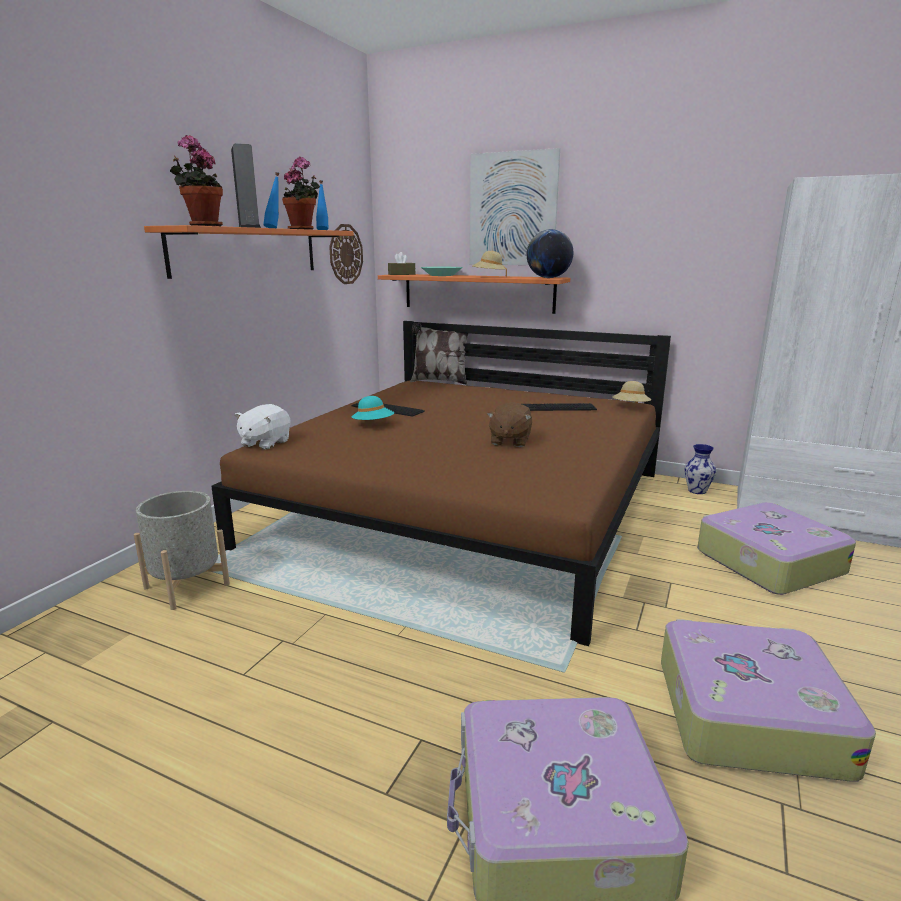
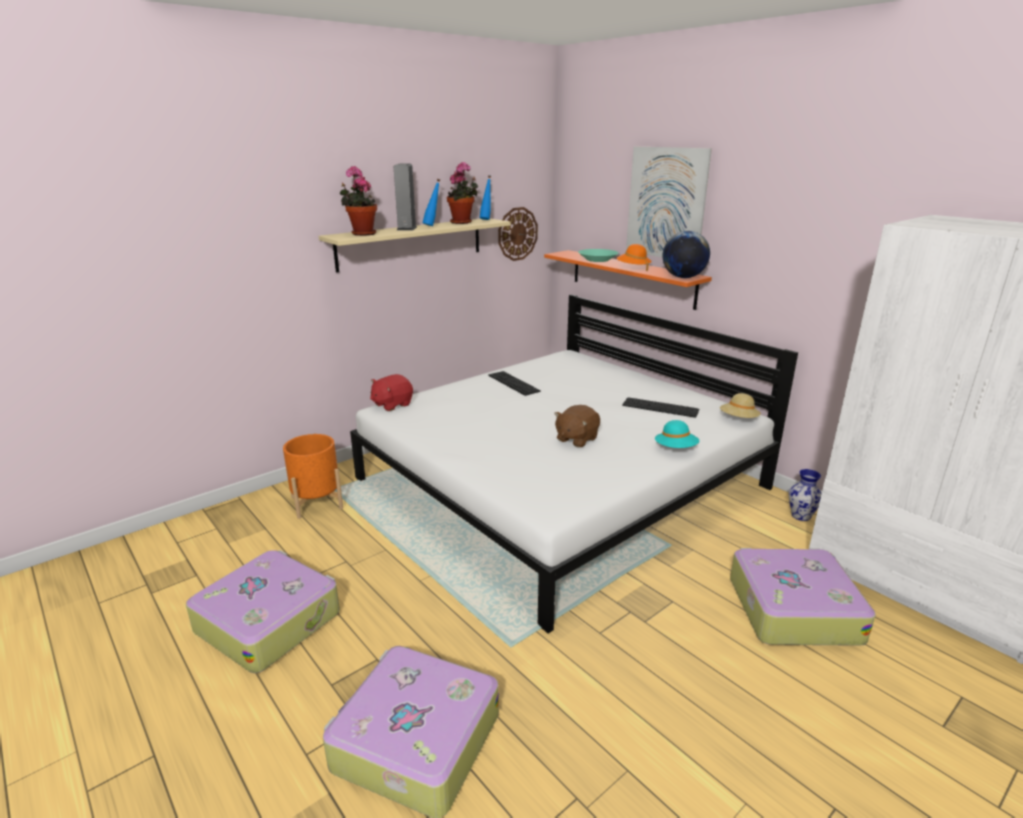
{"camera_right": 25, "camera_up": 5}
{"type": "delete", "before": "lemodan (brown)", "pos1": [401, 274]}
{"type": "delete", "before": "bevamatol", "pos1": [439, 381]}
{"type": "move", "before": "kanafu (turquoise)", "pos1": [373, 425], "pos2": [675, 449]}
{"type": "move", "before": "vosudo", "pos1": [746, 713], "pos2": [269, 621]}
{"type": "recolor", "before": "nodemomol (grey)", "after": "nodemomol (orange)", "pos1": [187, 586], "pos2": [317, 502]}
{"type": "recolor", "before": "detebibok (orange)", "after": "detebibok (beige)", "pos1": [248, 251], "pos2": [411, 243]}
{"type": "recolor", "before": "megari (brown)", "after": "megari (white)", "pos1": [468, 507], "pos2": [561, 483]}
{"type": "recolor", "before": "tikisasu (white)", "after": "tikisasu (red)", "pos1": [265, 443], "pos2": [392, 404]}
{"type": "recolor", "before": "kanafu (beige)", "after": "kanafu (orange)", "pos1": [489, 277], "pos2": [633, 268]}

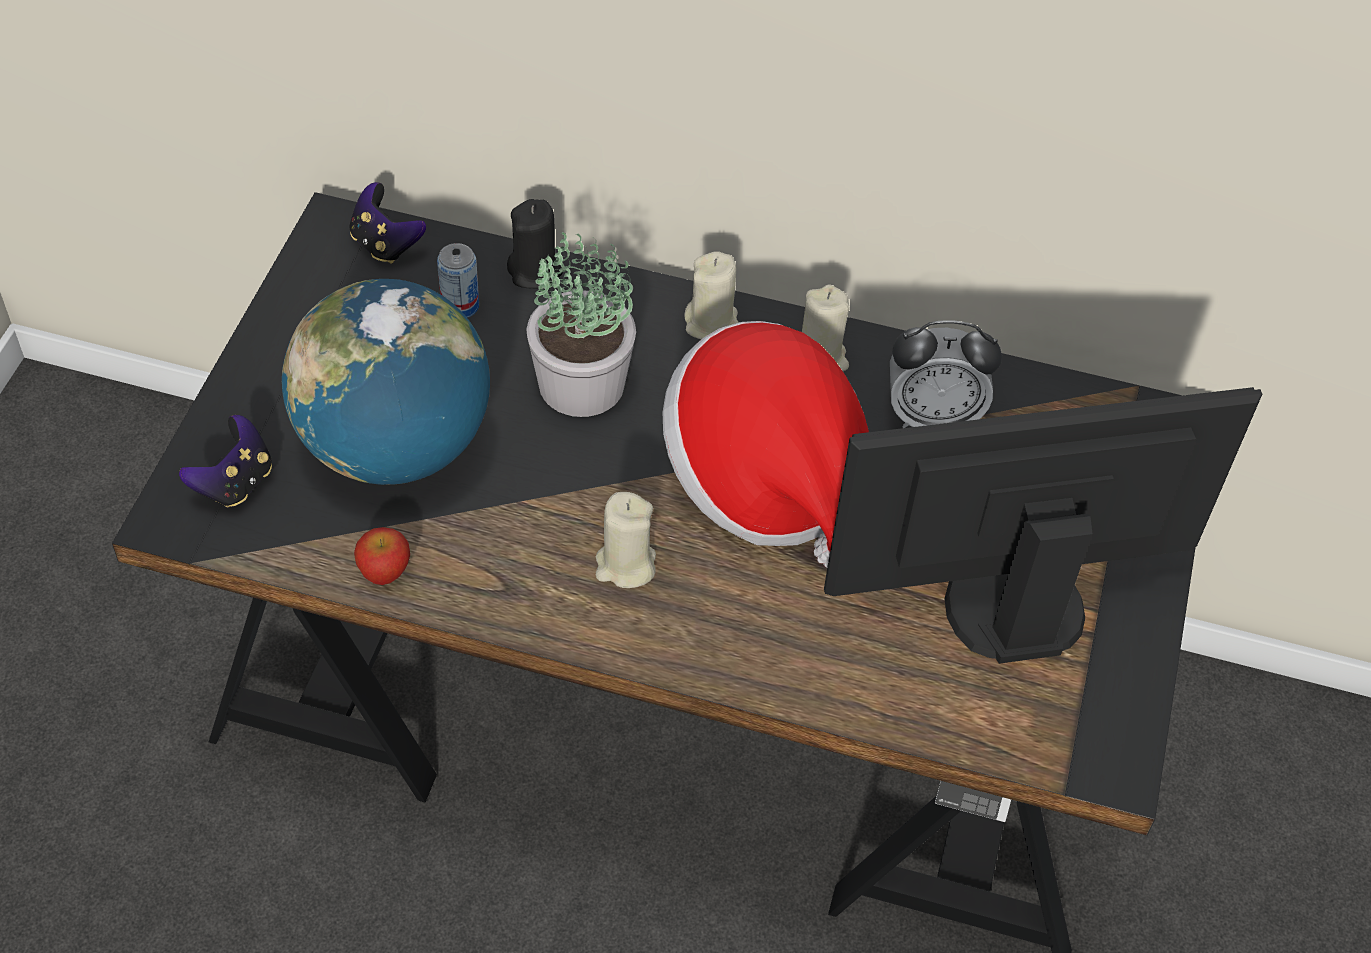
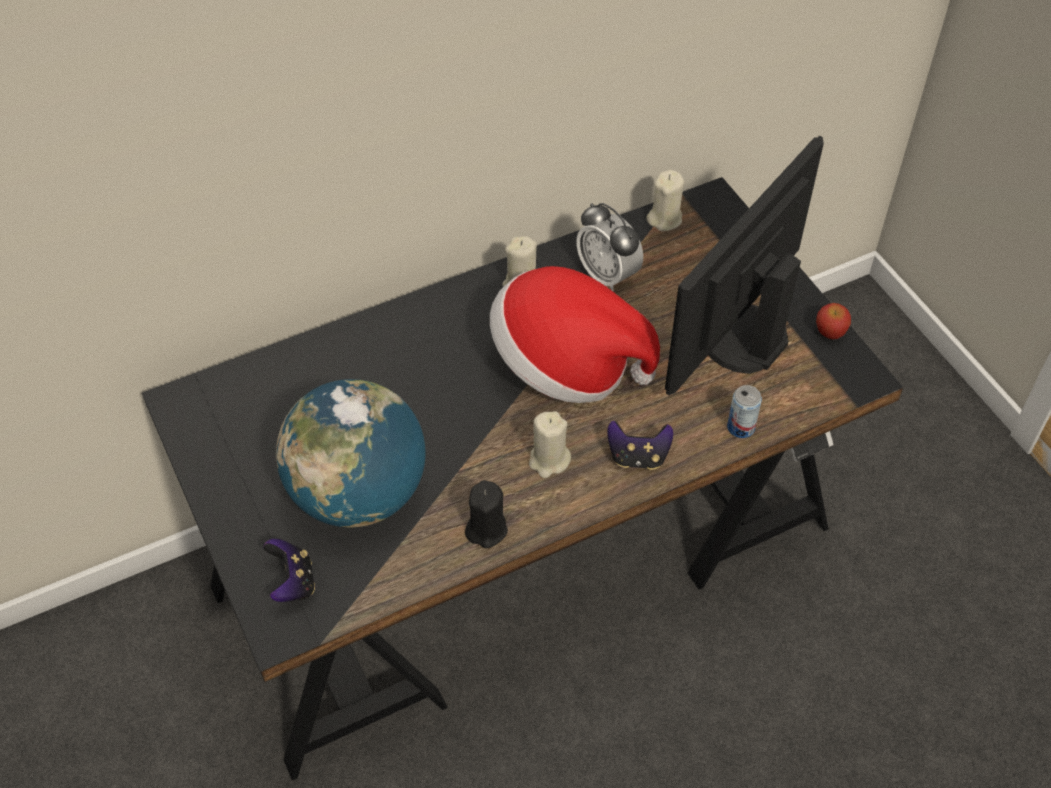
{"camera_right": -40, "camera_up": 0}
{"type": "delete", "before": "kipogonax", "pos1": [580, 385]}
{"type": "move", "before": "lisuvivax", "pos1": [385, 244], "pos2": [638, 457]}
{"type": "move", "before": "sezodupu", "pos1": [385, 571], "pos2": [830, 332]}
{"type": "move", "before": "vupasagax", "pos1": [460, 306], "pos2": [741, 427]}
{"type": "move", "before": "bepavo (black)", "pos1": [535, 271], "pos2": [486, 529]}
{"type": "move", "before": "bepavo (beige)", "pos1": [712, 323], "pos2": [664, 219]}
{"type": "rotate", "before": "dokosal", "pos1": [932, 416], "pos2": [607, 275], "turn": 90}

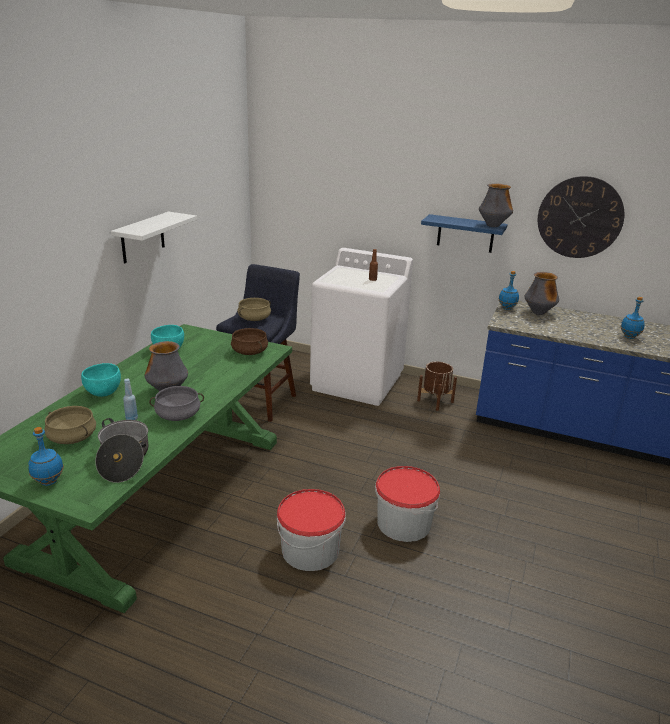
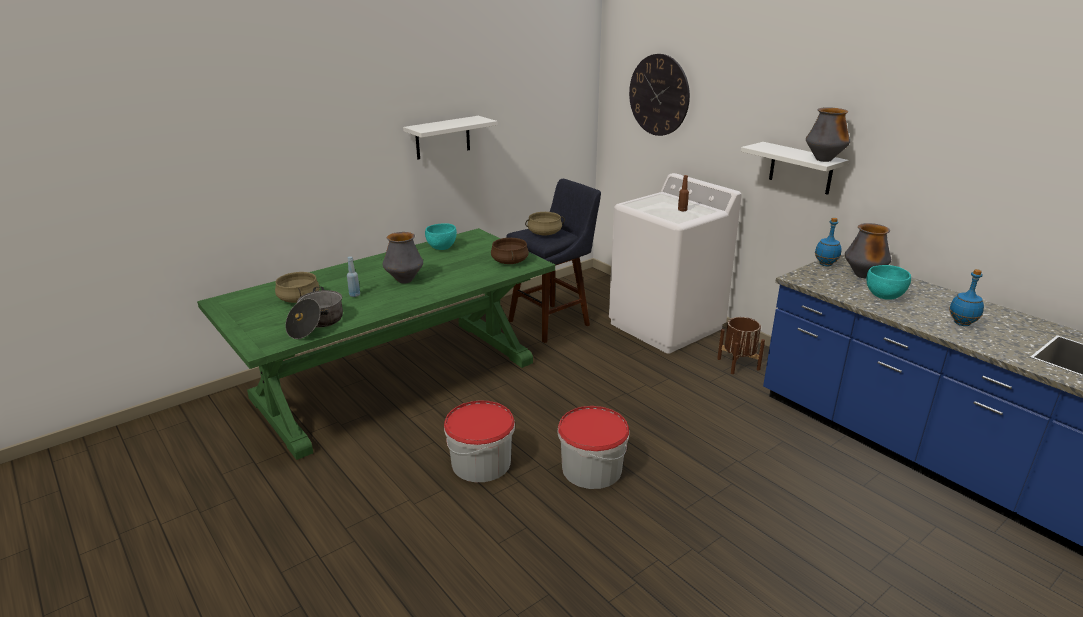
{"camera_right": 30, "camera_up": 0}
{"type": "delete", "before": "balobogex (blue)", "pos1": [48, 481]}
{"type": "delete", "before": "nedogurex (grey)", "pos1": [178, 415]}
{"type": "move", "before": "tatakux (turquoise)", "pos1": [103, 393], "pos2": [884, 296]}
{"type": "move", "before": "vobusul", "pos1": [580, 217], "pos2": [659, 95]}
{"type": "recolor", "before": "detebibok (blue)", "after": "detebibok (white)", "pos1": [465, 233], "pos2": [801, 168]}

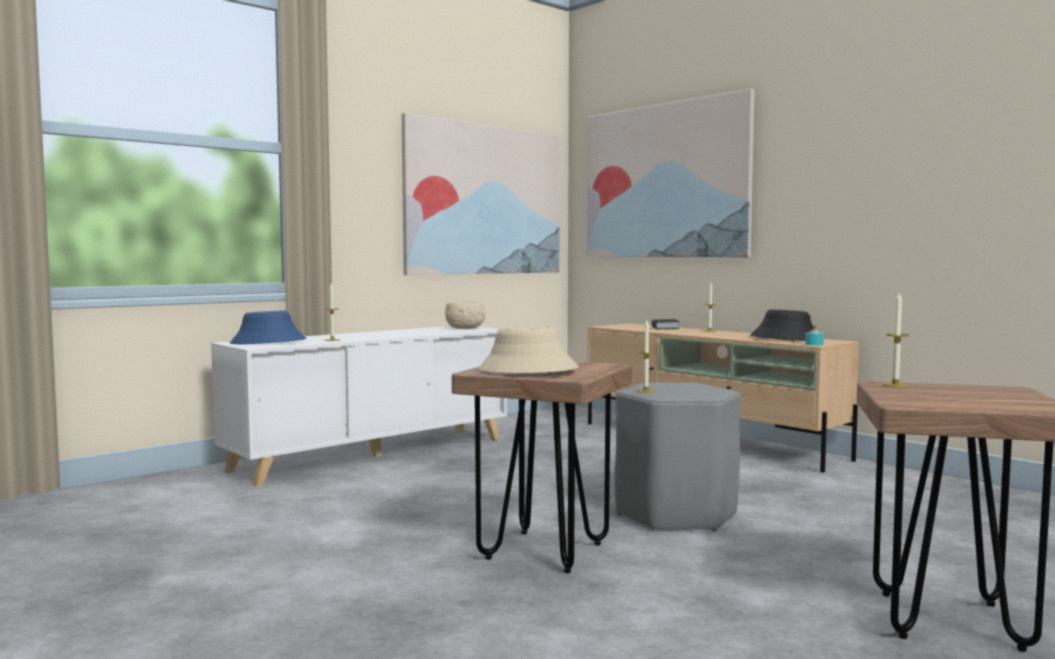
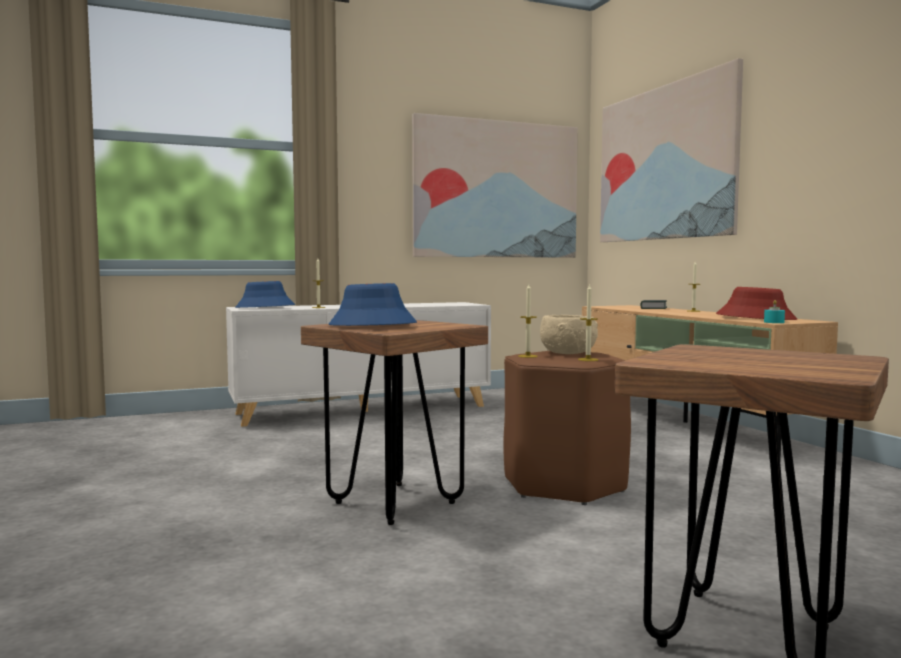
{"camera_right": 20, "camera_up": 0}
{"type": "move", "before": "tatakux (beige)", "pos1": [465, 328], "pos2": [568, 353]}
{"type": "move", "before": "bepavo", "pos1": [895, 385], "pos2": [588, 359]}
{"type": "recolor", "before": "kanafu (beige)", "after": "kanafu (blue)", "pos1": [527, 370], "pos2": [372, 326]}
{"type": "recolor", "before": "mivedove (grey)", "after": "mivedove (brown)", "pos1": [676, 514], "pos2": [564, 485]}
{"type": "recolor", "before": "kanafu (black)", "after": "kanafu (red)", "pos1": [786, 339], "pos2": [755, 318]}

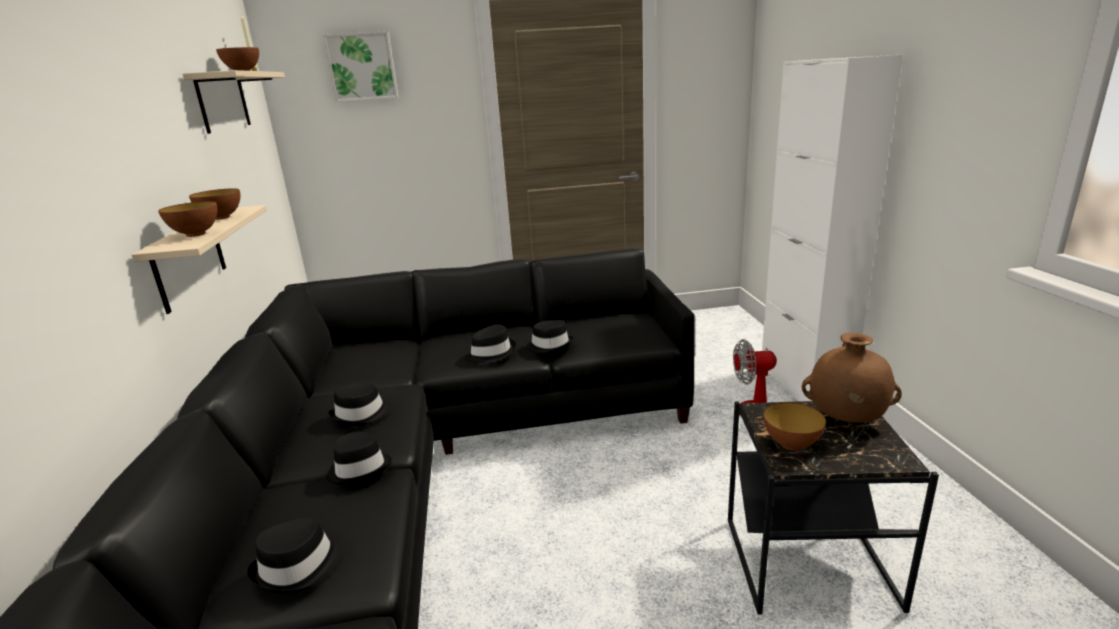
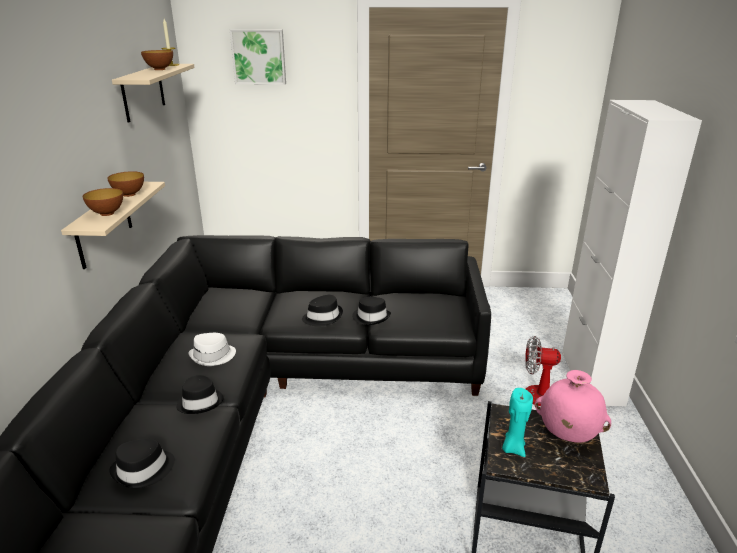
{"camera_right": 10, "camera_up": 5}
{"type": "replace", "before": "tatakux", "after": "bepavo (turquoise)", "pos1": [791, 444], "pos2": [513, 448]}
{"type": "recolor", "before": "kanafu (black)", "after": "kanafu (white)", "pos1": [361, 414], "pos2": [213, 356]}
{"type": "recolor", "before": "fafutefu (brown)", "after": "fafutefu (pink)", "pos1": [845, 420], "pos2": [566, 435]}

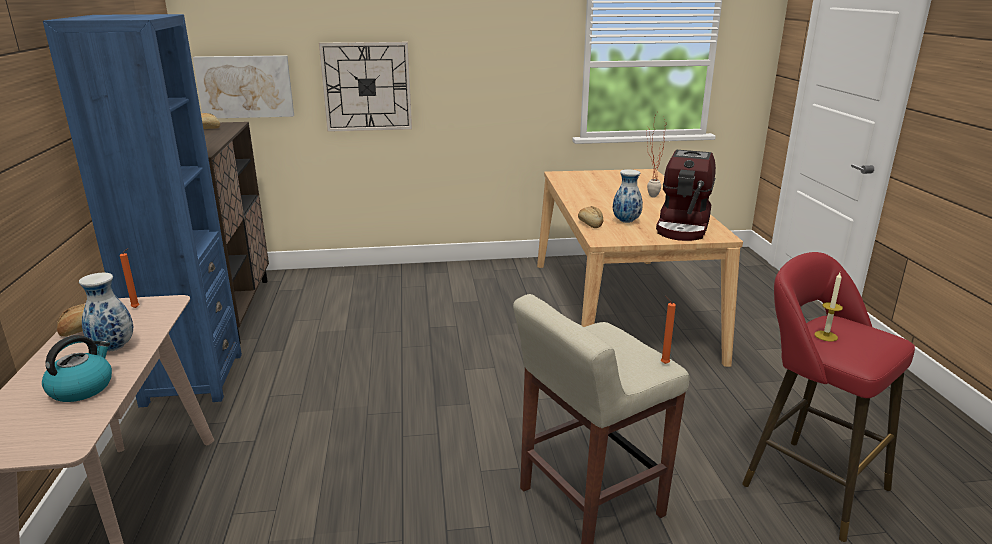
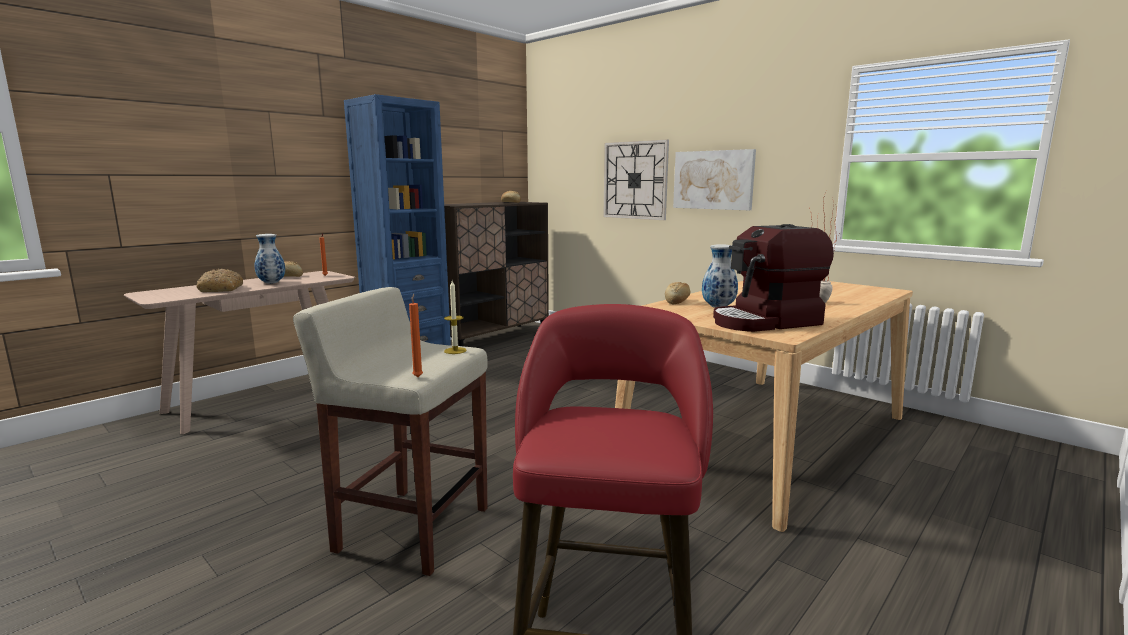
{"camera_right": 50, "camera_up": -10}
{"type": "move", "before": "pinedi", "pos1": [245, 86], "pos2": [713, 180]}
{"type": "move", "before": "bepavo", "pos1": [826, 336], "pos2": [455, 350]}
{"type": "replace", "before": "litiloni", "after": "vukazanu", "pos1": [82, 388], "pos2": [221, 289]}

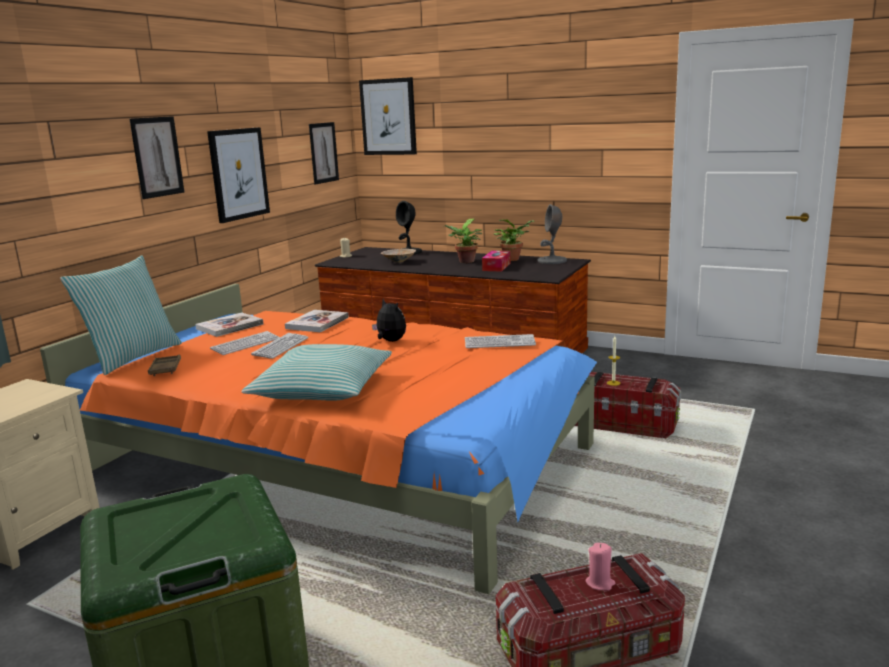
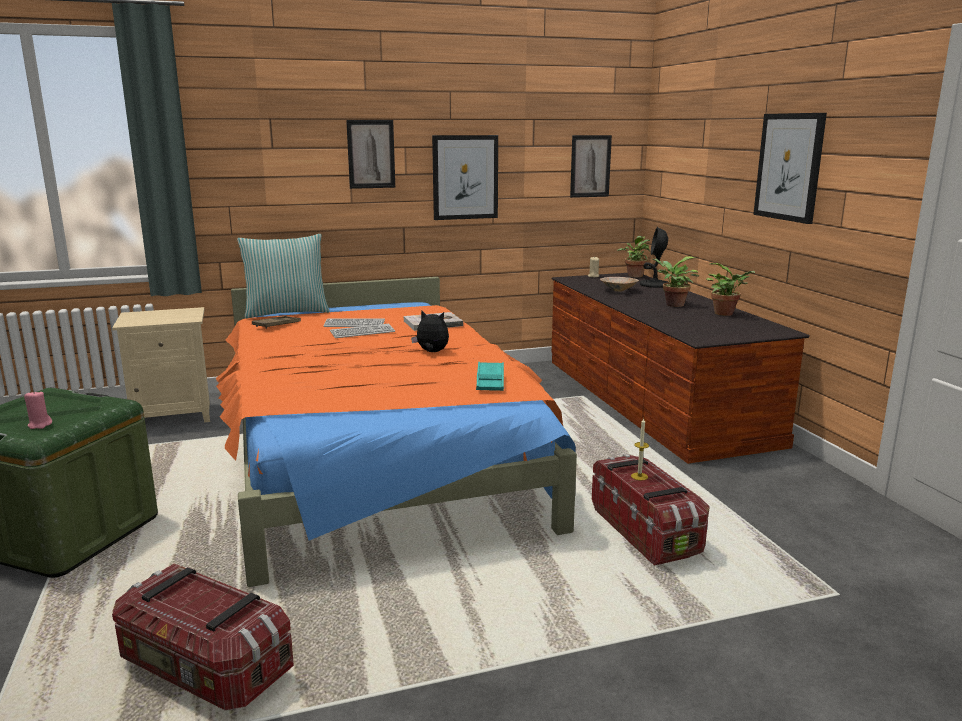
{"camera_right": 45, "camera_up": 0}
{"type": "delete", "before": "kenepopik", "pos1": [230, 326]}
{"type": "delete", "before": "bevamatol", "pos1": [322, 388]}
{"type": "delete", "before": "lemodan", "pos1": [496, 267]}
{"type": "delete", "before": "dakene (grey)", "pos1": [552, 261]}
{"type": "insert", "after": "kipogonax", "pos2": [634, 275]}
{"type": "move", "before": "pinedi", "pos1": [388, 117], "pos2": [789, 167]}
{"type": "move", "before": "bepavo (pink)", "pos1": [600, 583], "pos2": [40, 425]}
{"type": "replace", "before": "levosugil", "after": "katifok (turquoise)", "pos1": [499, 343], "pos2": [490, 381]}
{"type": "rotate", "before": "tikisasu", "pos1": [390, 341], "pos2": [432, 352], "turn": -75}

